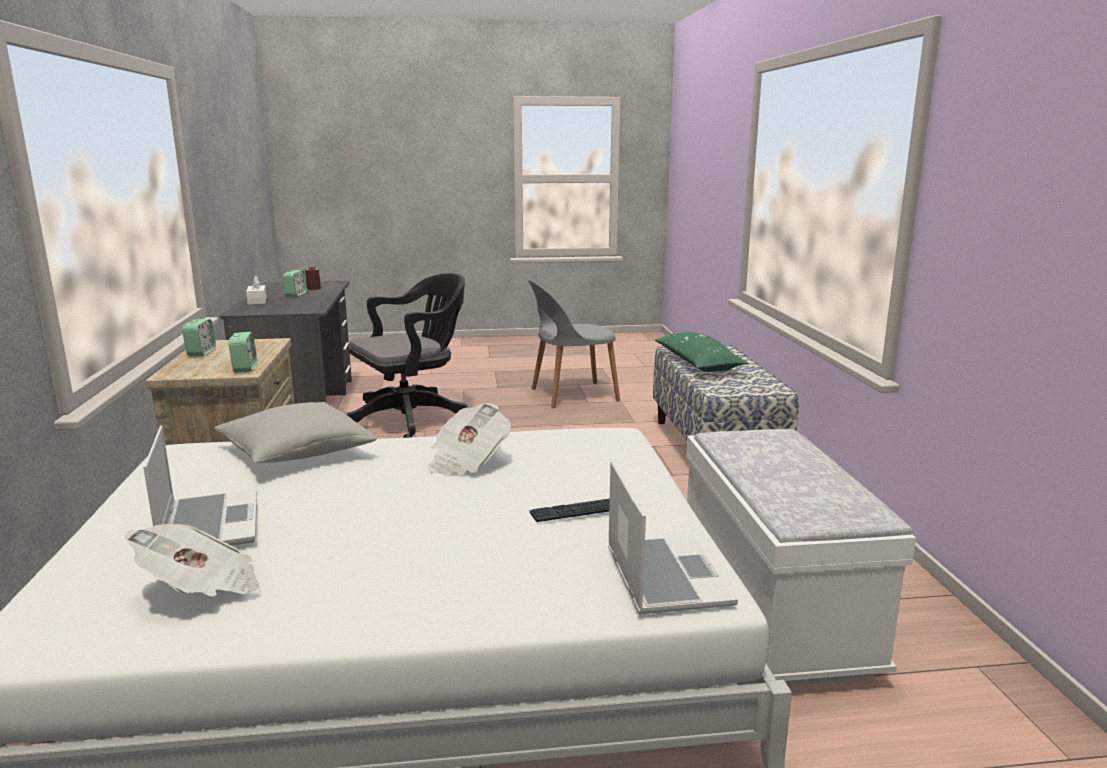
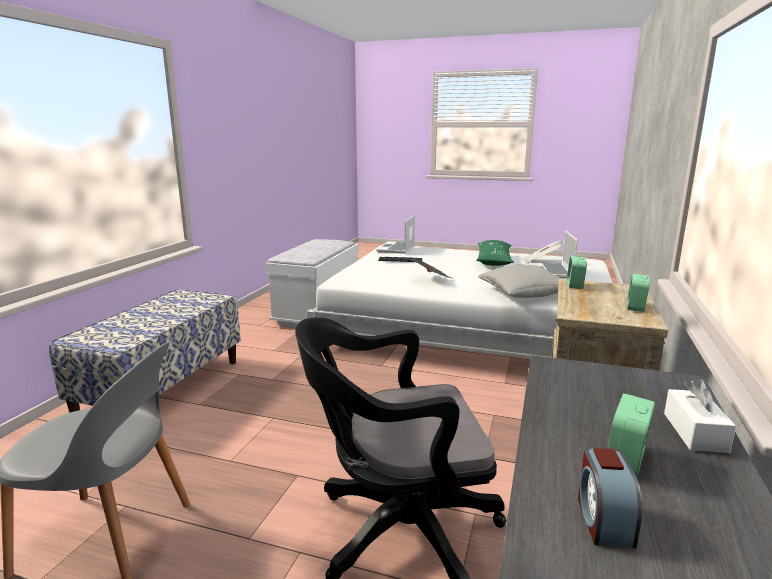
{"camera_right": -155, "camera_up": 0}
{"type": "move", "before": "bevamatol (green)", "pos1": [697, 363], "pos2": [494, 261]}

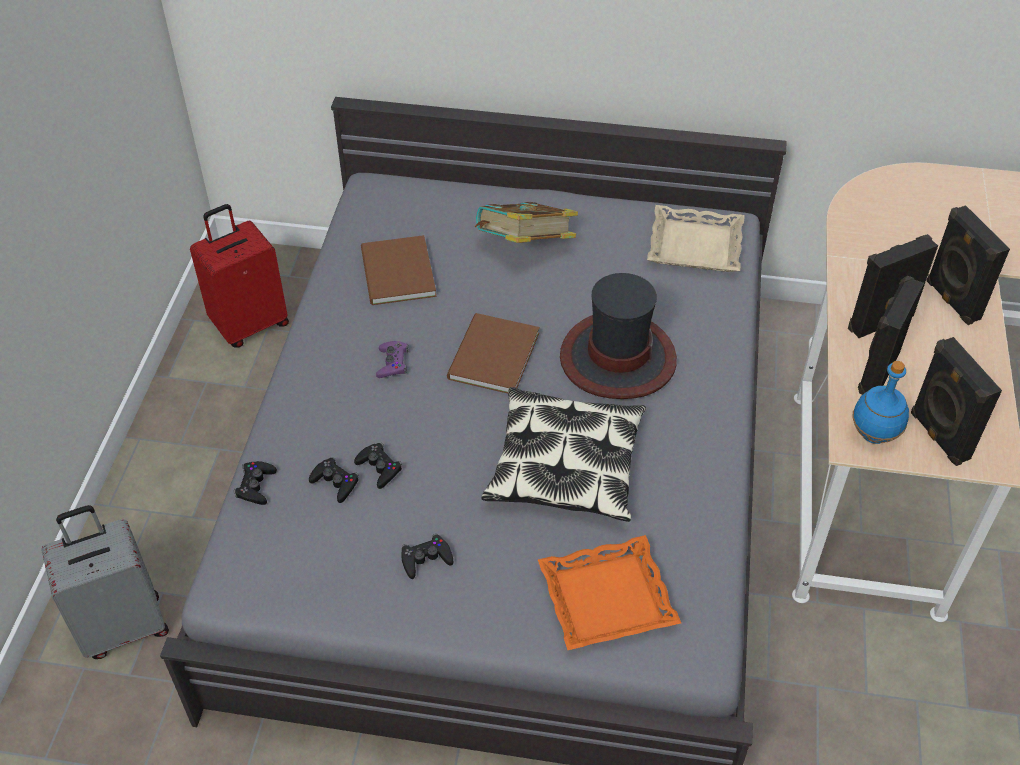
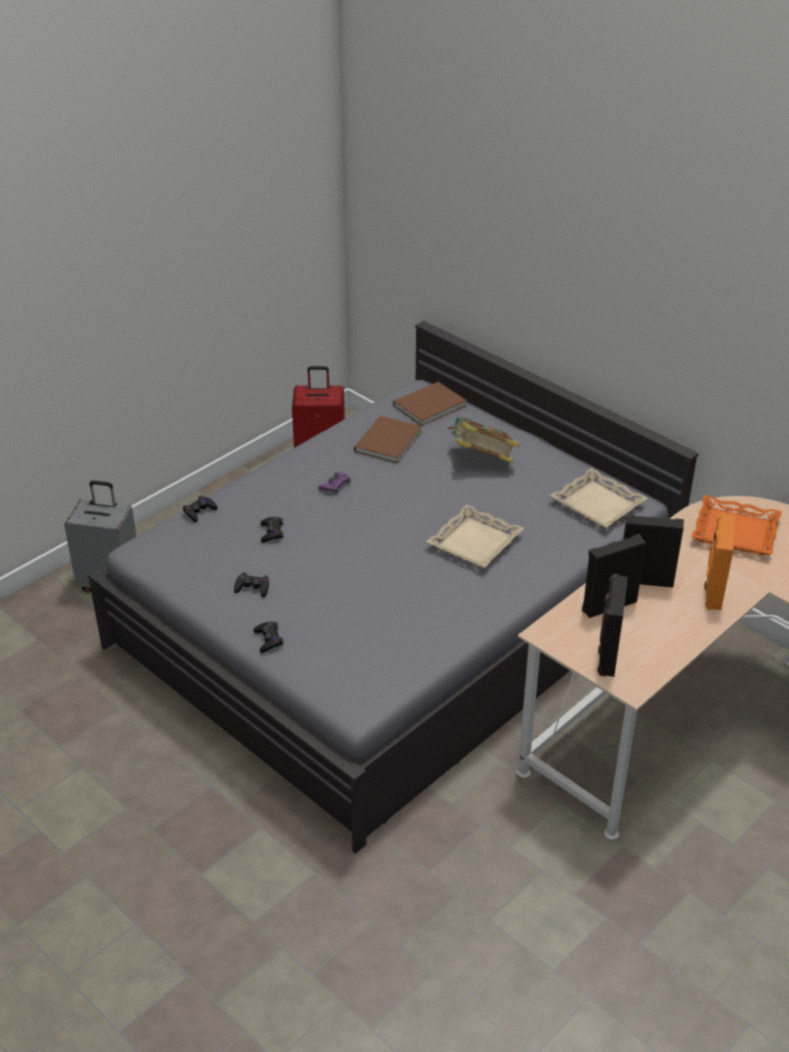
{"camera_right": 35, "camera_up": -10}
{"type": "delete", "before": "bevamatol", "pos1": [565, 465]}
{"type": "delete", "before": "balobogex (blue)", "pos1": [873, 435]}
{"type": "move", "before": "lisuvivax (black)", "pos1": [335, 482], "pos2": [269, 639]}
{"type": "move", "before": "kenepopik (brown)", "pos1": [490, 357], "pos2": [427, 405]}
{"type": "move", "before": "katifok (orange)", "pos1": [607, 598], "pos2": [735, 531]}
{"type": "replace", "before": "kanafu", "after": "katifok (beige)", "pos1": [617, 358], "pos2": [474, 542]}
{"type": "recolor", "before": "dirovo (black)", "after": "dirovo (orange)", "pos1": [951, 301], "pos2": [712, 591]}

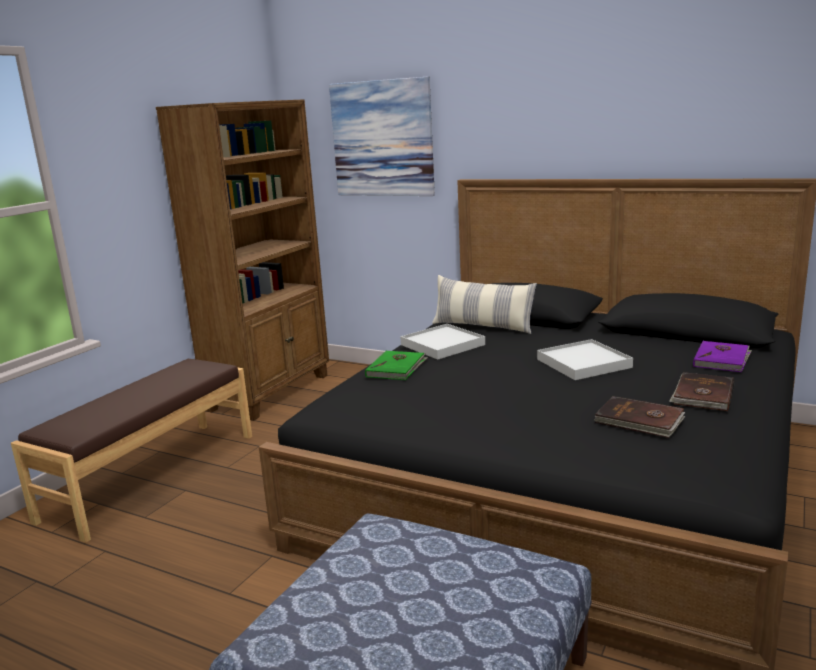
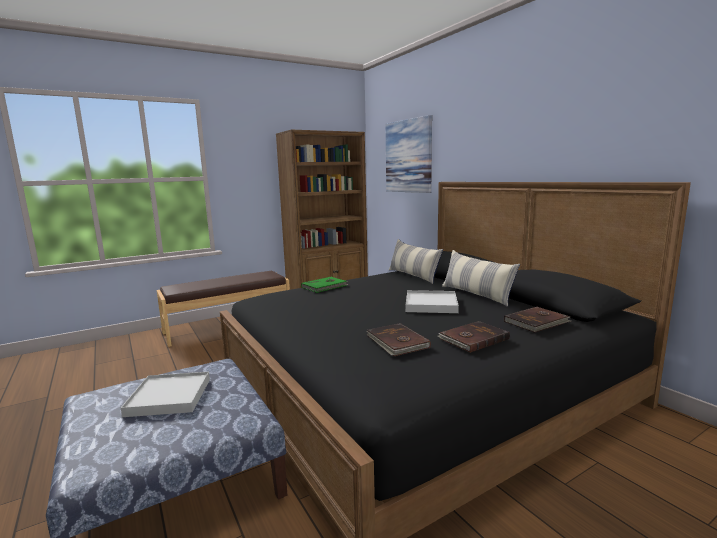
{"camera_right": 30, "camera_up": -5}
{"type": "insert", "after": "bevamatol", "pos2": [476, 295]}
{"type": "move", "before": "katifok (white)", "pos1": [442, 345], "pos2": [169, 397]}
{"type": "recolor", "before": "kenepopik (purple)", "after": "kenepopik (brown)", "pos1": [722, 359], "pos2": [537, 322]}

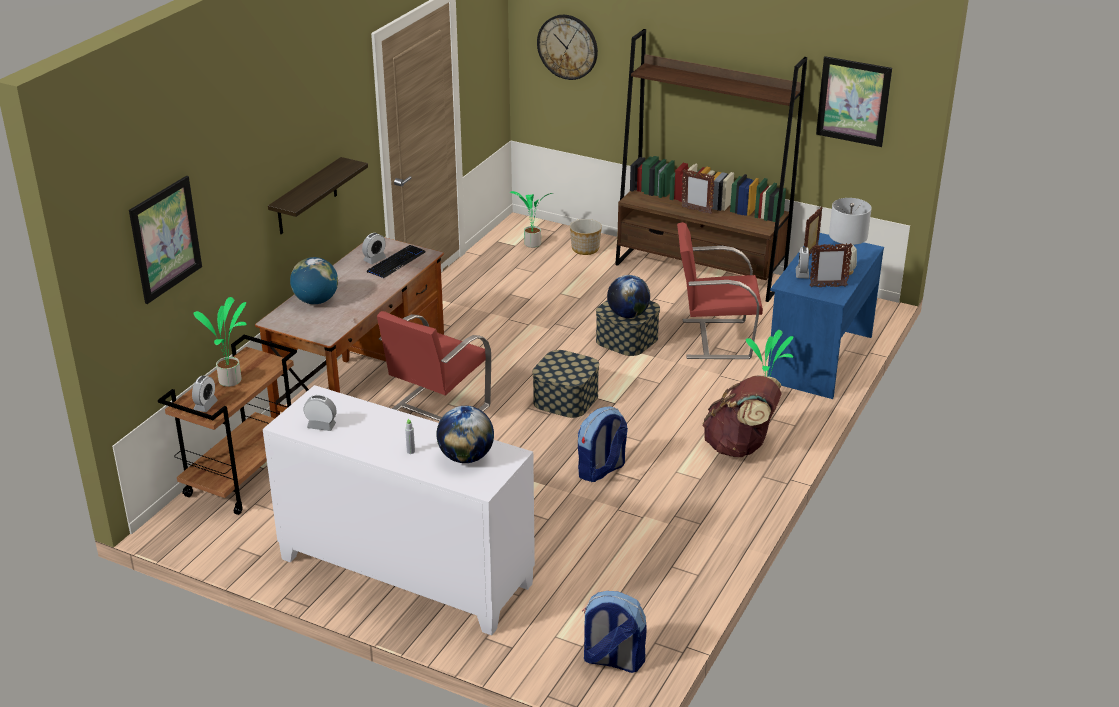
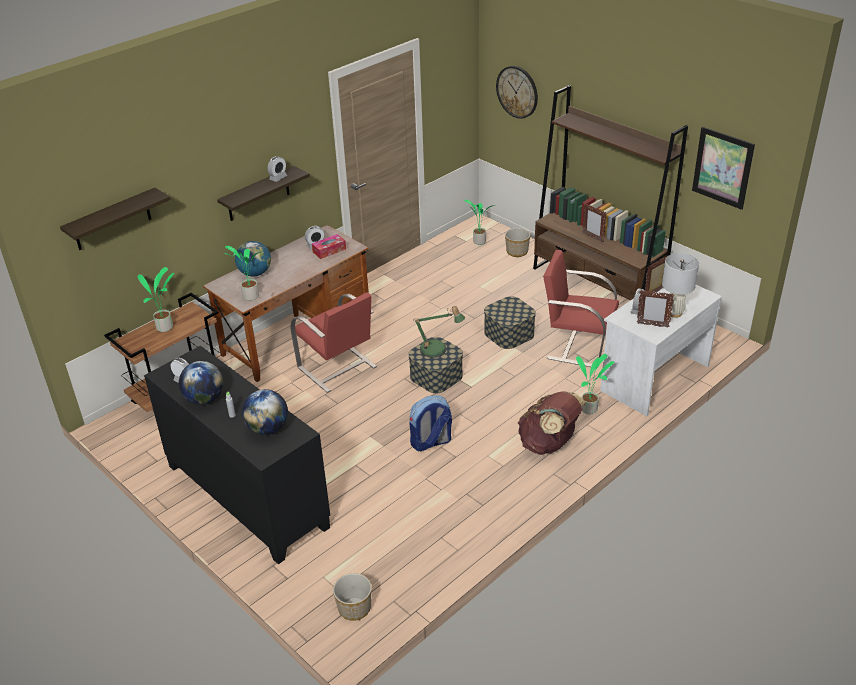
{"camera_right": 20, "camera_up": 5}
{"type": "insert", "after": "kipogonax", "pos2": [249, 296]}
{"type": "insert", "after": "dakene", "pos2": [437, 350]}
{"type": "move", "before": "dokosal", "pos1": [205, 405], "pos2": [278, 178]}
{"type": "move", "before": "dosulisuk", "pos1": [628, 315], "pos2": [204, 399]}
{"type": "replace", "before": "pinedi", "after": "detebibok", "pos1": [165, 239], "pos2": [112, 220]}
{"type": "replace", "before": "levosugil", "after": "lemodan", "pos1": [396, 262], "pos2": [329, 250]}
{"type": "replace", "before": "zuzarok", "after": "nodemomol", "pos1": [612, 660], "pos2": [354, 608]}
{"type": "recolor", "before": "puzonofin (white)", "after": "puzonofin (black)", "pos1": [404, 572], "pos2": [245, 496]}
{"type": "recolor", "before": "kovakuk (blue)", "after": "kovakuk (white)", "pos1": [818, 358], "pos2": [653, 377]}
{"type": "rotate", "before": "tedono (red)", "pos1": [436, 411], "pos2": [337, 368], "turn": -90}

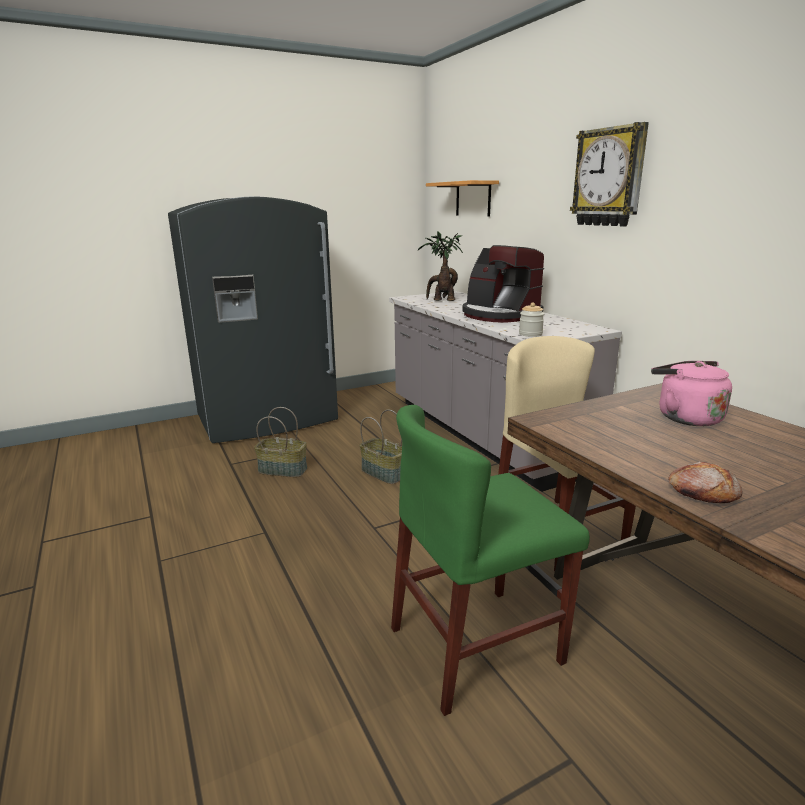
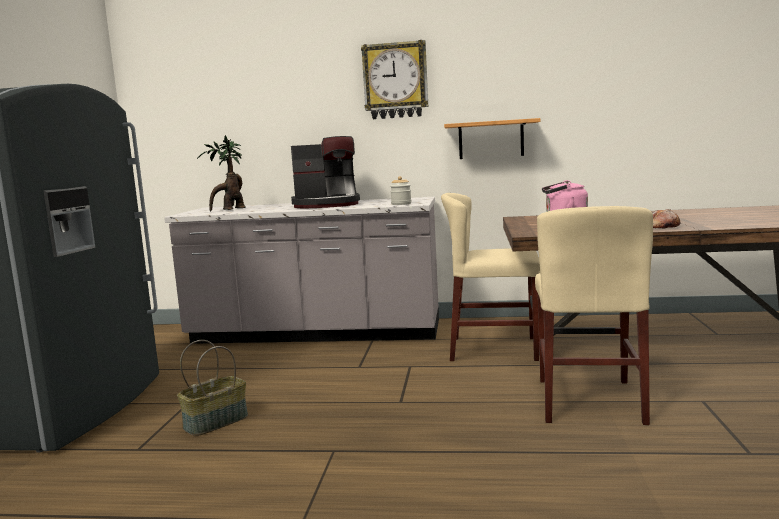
{"camera_right": -55, "camera_up": -10}
{"type": "delete", "before": "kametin", "pos1": [384, 473]}
{"type": "move", "before": "detebibok", "pos1": [473, 199], "pos2": [491, 139]}
{"type": "recolor", "before": "tedono (green)", "after": "tedono (beige)", "pos1": [476, 645], "pos2": [589, 400]}

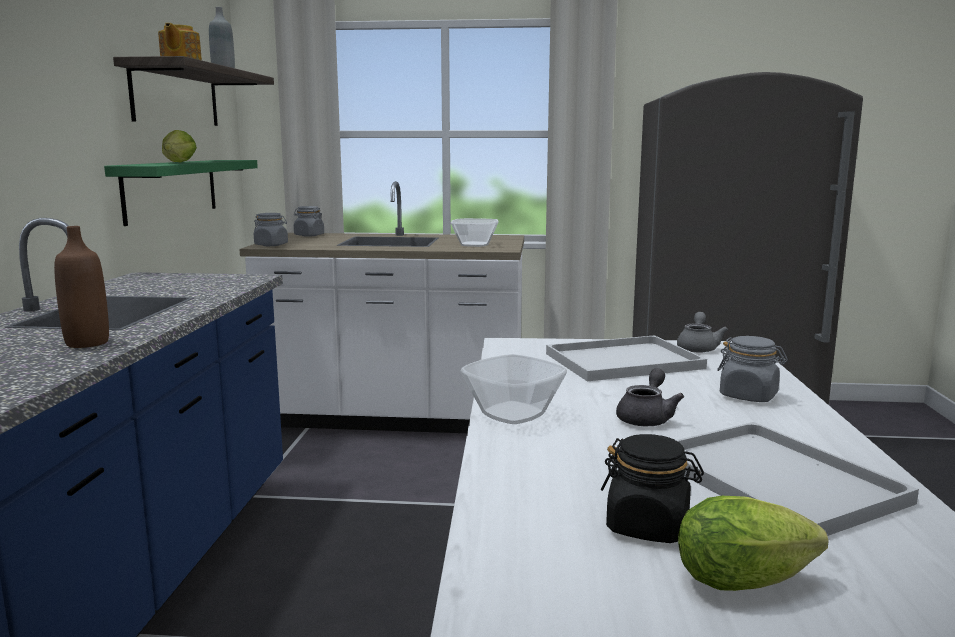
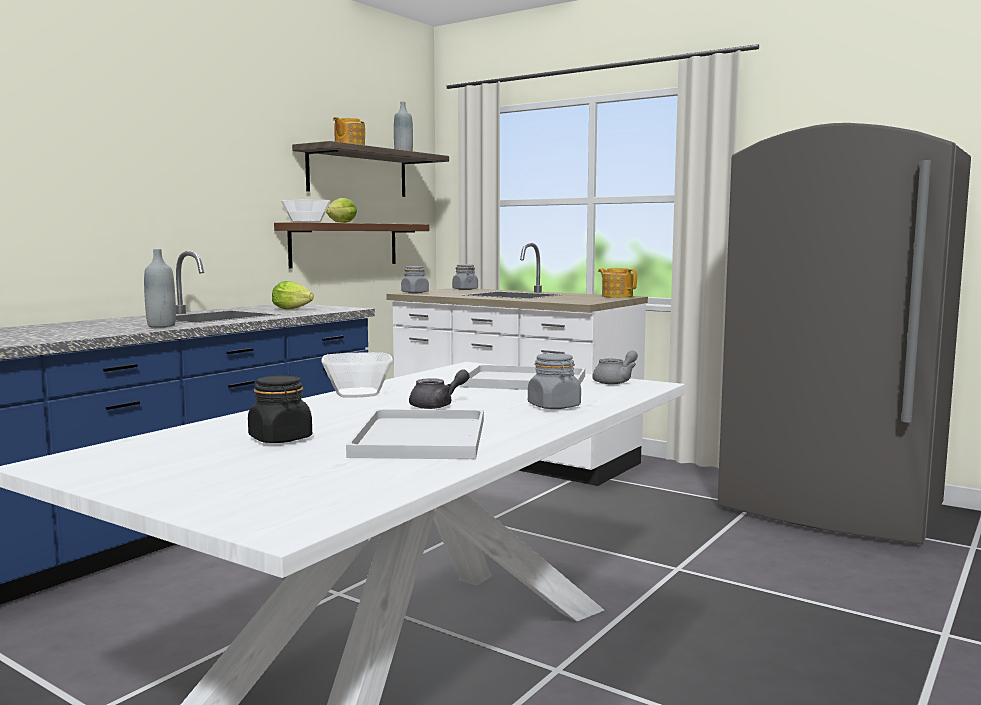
{"camera_right": 30, "camera_up": -5}
{"type": "insert", "after": "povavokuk", "pos2": [617, 296]}
{"type": "move", "before": "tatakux", "pos1": [474, 244], "pos2": [306, 222]}
{"type": "move", "before": "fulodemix", "pos1": [750, 581], "pos2": [294, 309]}
{"type": "recolor", "before": "balobogex (brown)", "after": "balobogex (grey)", "pos1": [87, 343], "pos2": [161, 326]}
{"type": "recolor", "before": "detebibok (green)", "after": "detebibok (brown)", "pos1": [171, 189], "pos2": [344, 244]}

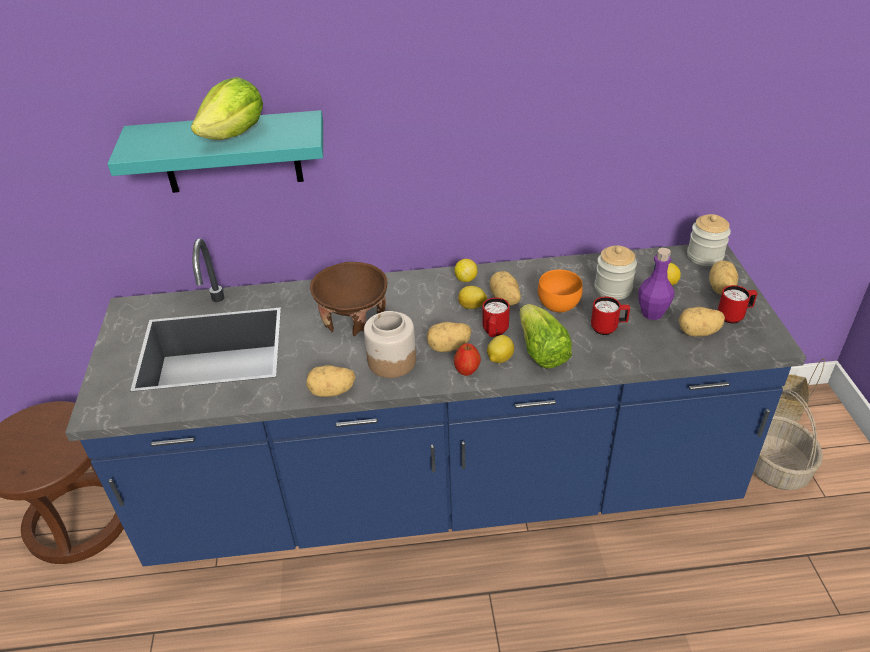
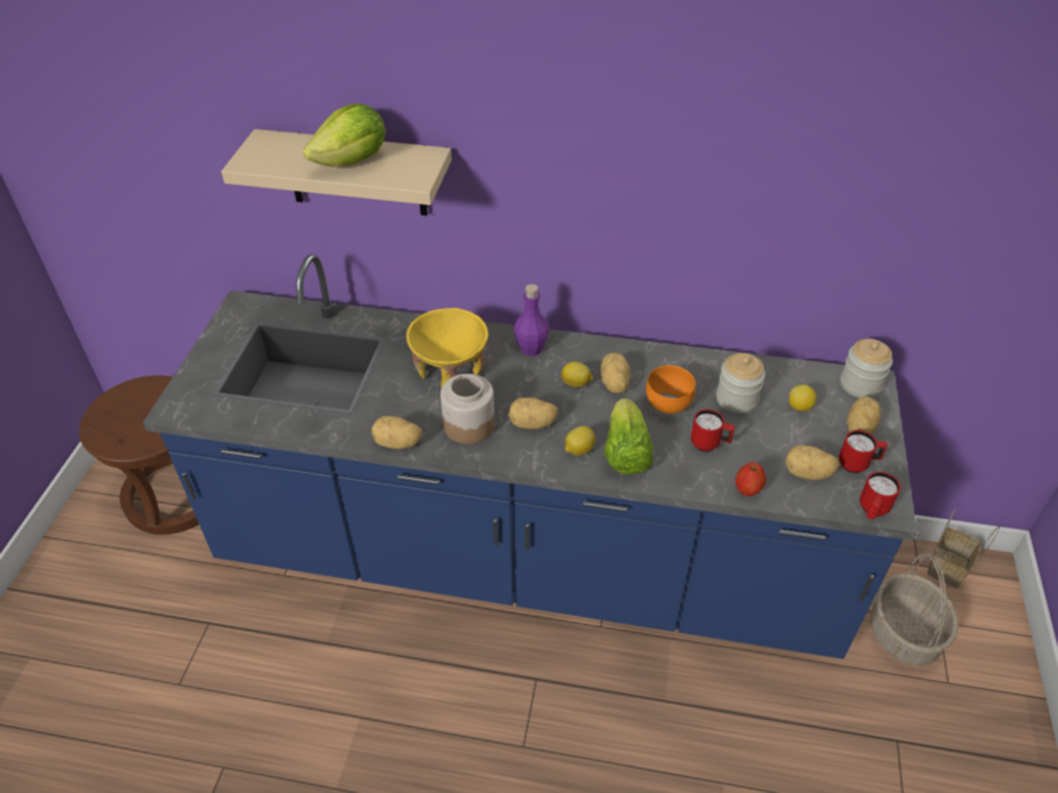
{"camera_right": 15, "camera_up": 5}
{"type": "delete", "before": "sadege", "pos1": [466, 279]}
{"type": "move", "before": "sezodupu", "pos1": [467, 371], "pos2": [747, 490]}
{"type": "move", "before": "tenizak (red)", "pos1": [494, 332], "pos2": [872, 510]}
{"type": "move", "before": "balobogex (purple)", "pos1": [652, 313], "pos2": [531, 348]}
{"type": "recolor", "before": "detebibok (turquoise)", "after": "detebibok (beige)", "pos1": [231, 152], "pos2": [356, 173]}
{"type": "recolor", "before": "tatakux (brown)", "after": "tatakux (yellow)", "pos1": [353, 318], "pos2": [450, 368]}

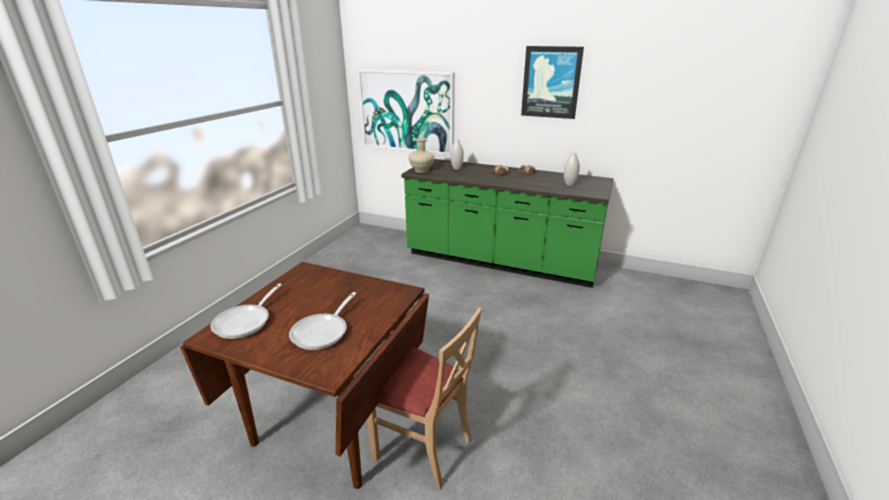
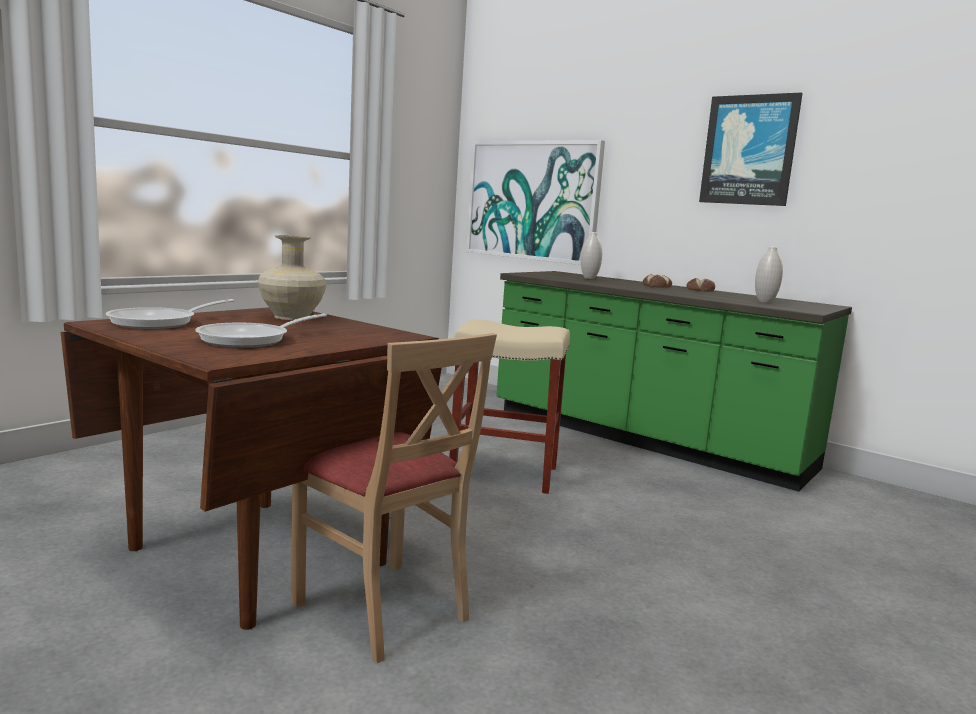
{"camera_right": 15, "camera_up": -15}
{"type": "insert", "after": "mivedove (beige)", "pos2": [505, 473]}
{"type": "move", "before": "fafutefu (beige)", "pos1": [421, 170], "pos2": [292, 317]}

